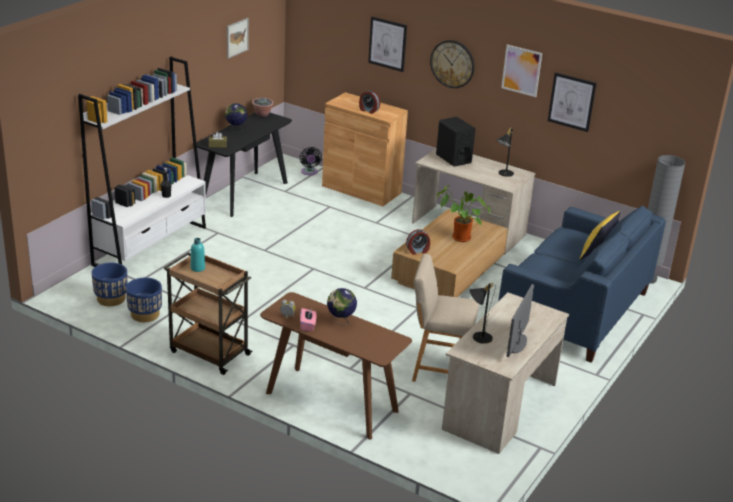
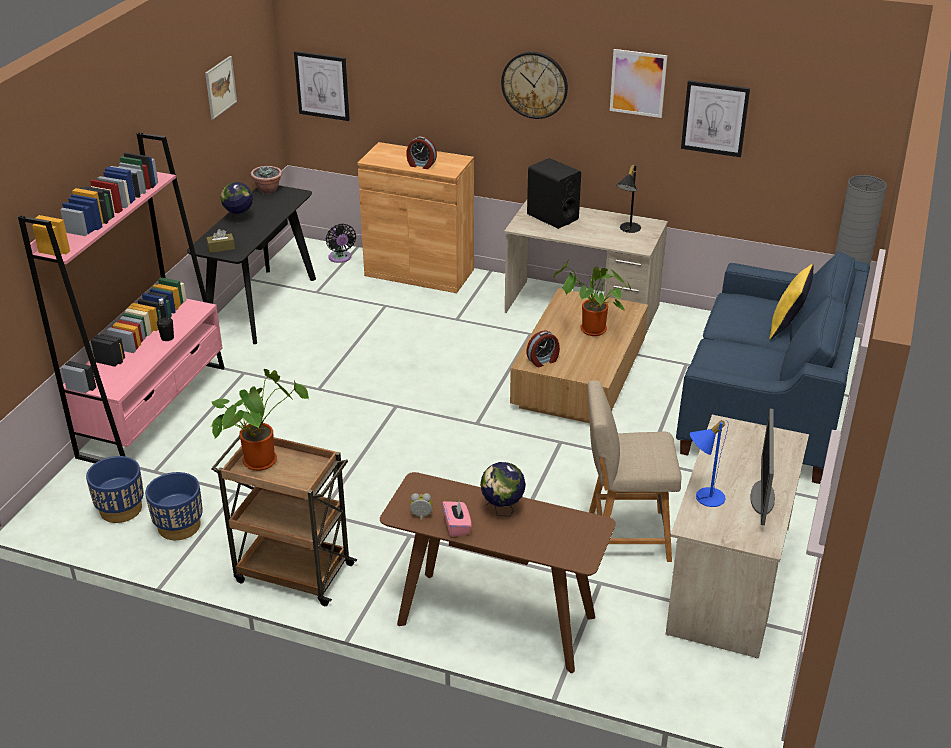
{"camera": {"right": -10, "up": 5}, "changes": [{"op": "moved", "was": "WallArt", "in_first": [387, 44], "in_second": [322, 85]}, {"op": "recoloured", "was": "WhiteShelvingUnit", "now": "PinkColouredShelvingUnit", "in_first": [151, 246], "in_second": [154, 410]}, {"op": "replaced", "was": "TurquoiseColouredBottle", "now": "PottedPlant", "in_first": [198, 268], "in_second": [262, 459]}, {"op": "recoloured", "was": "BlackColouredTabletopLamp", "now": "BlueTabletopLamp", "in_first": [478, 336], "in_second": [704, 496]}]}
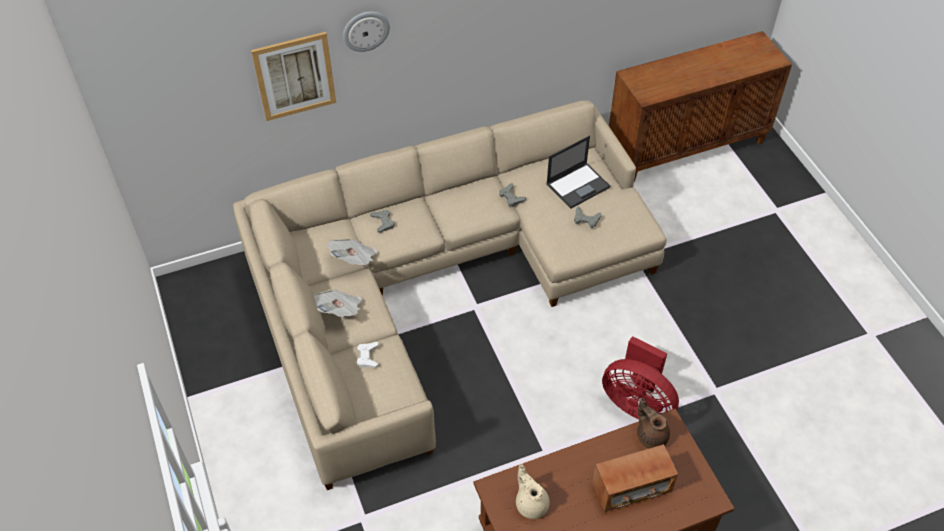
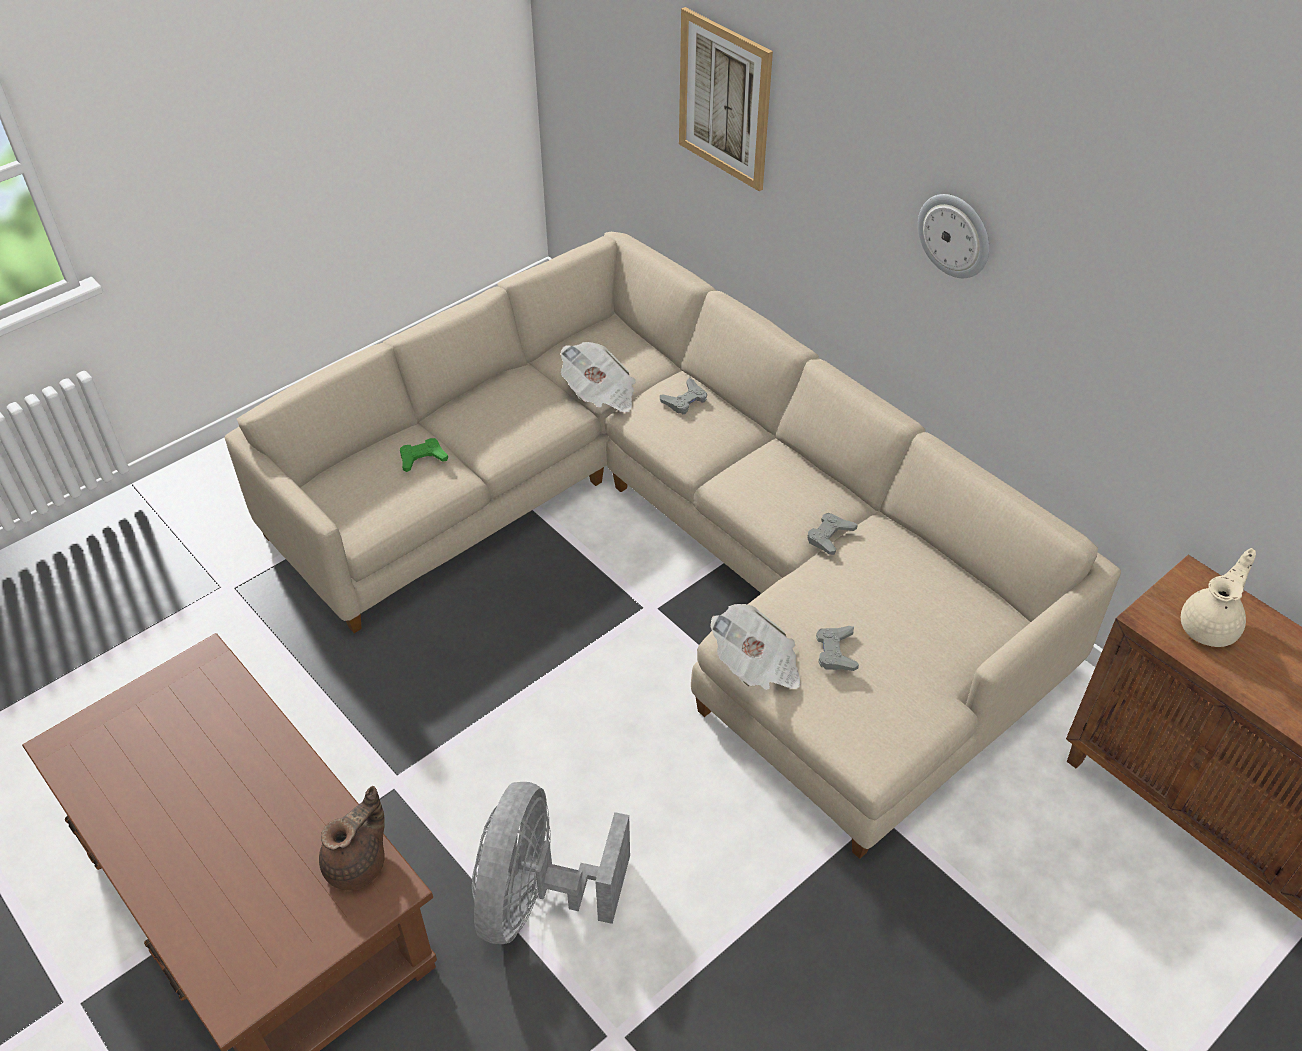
{"camera": {"right": 70, "up": -5}, "changes": [{"op": "moved", "was": "ClockOnTheWall", "in_first": [366, 30], "in_second": [955, 235]}, {"op": "removed", "was": "Laptop", "in_first": [578, 185]}, {"op": "moved", "was": "DailyPaper", "in_first": [340, 310], "in_second": [756, 665]}, {"op": "recoloured", "was": "ReddishElectricFan", "now": "GreyishElectricFan", "in_first": [637, 403], "in_second": [539, 898]}, {"op": "recoloured", "was": "WhiteGameController", "now": "GreenGameController", "in_first": [368, 357], "in_second": [422, 458]}, {"op": "removed", "was": "RadioSet", "in_first": [631, 488]}, {"op": "moved", "was": "SandColouredTeapot", "in_first": [531, 503], "in_second": [1210, 626]}]}
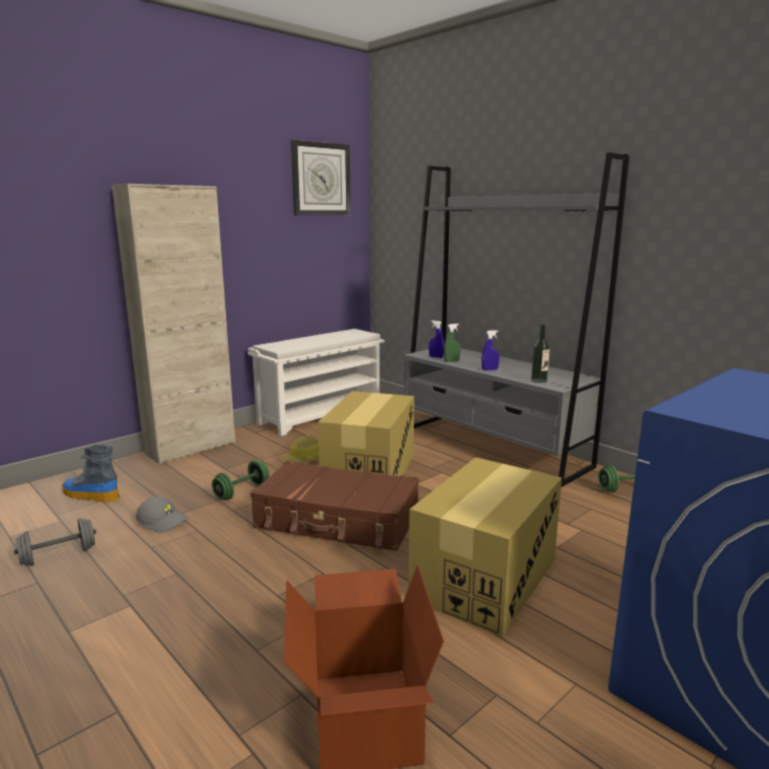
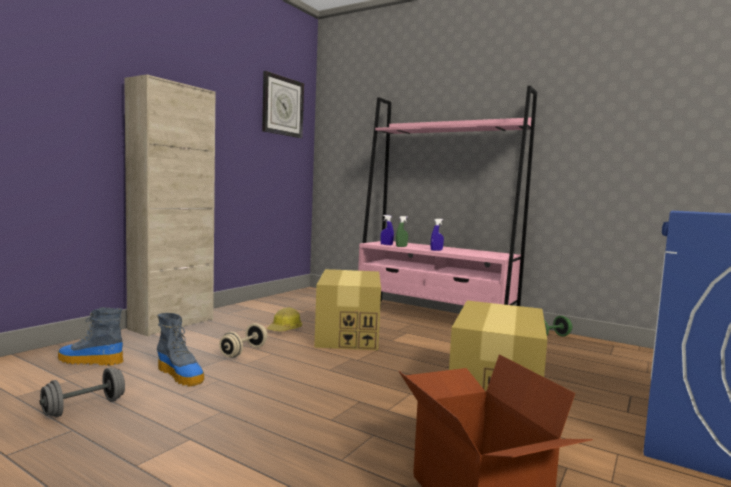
{"camera": {"right": -15, "up": -10}, "changes": [{"op": "recoloured", "was": "GreyishShelvingUnit", "now": "PinkColouredShelvingUnit", "in_first": [492, 447], "in_second": [434, 317]}, {"op": "removed", "was": "Bottle", "in_first": [539, 381]}, {"op": "removed", "was": "WhiteShoeRack", "in_first": [321, 415]}, {"op": "recoloured", "was": "GreenFreeWeight", "now": "SandColouredFreeWeight", "in_first": [241, 492], "in_second": [244, 352]}, {"op": "removed", "was": "BrownishTravelCase", "in_first": [337, 521]}, {"op": "replaced", "was": "GreyishPeakedCap", "now": "HighTopBoot", "in_first": [163, 521], "in_second": [181, 375]}]}
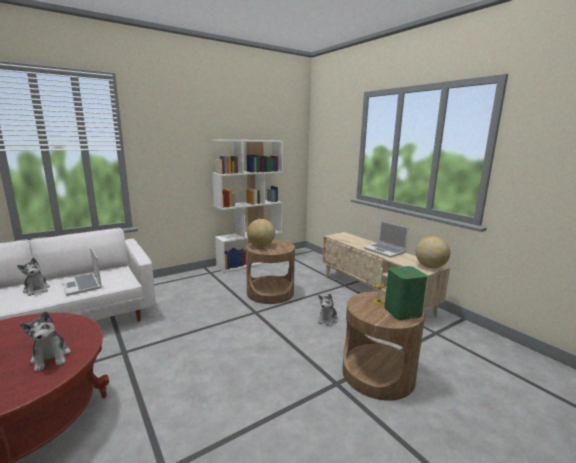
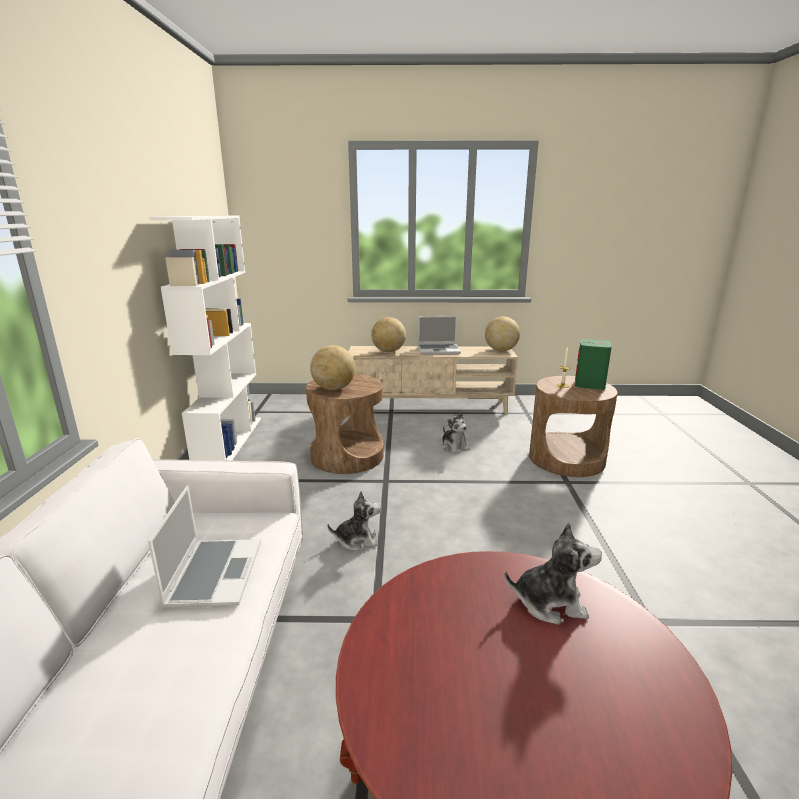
{"camera": {"right": -55, "up": 5}, "changes": [{"op": "turned", "was": "Laptop", "in_first": [83, 285], "in_second": [214, 573], "clockwise": -90}, {"op": "moved", "was": "PlushToy", "in_first": [37, 289], "in_second": [357, 540]}, {"op": "added", "now": "DeskGlobe", "in_second": [388, 351]}]}
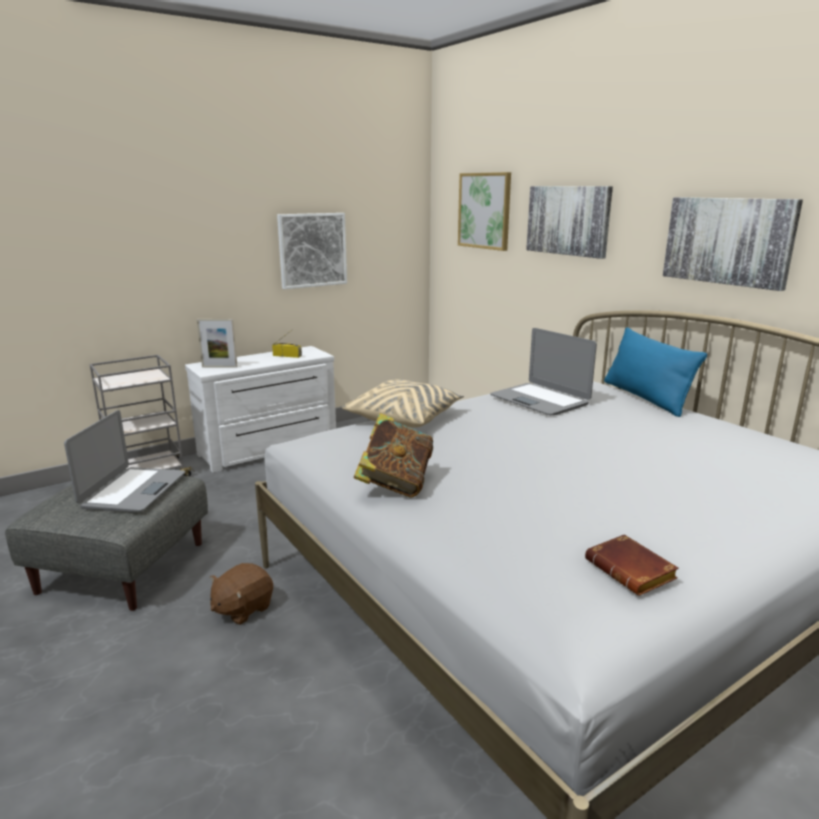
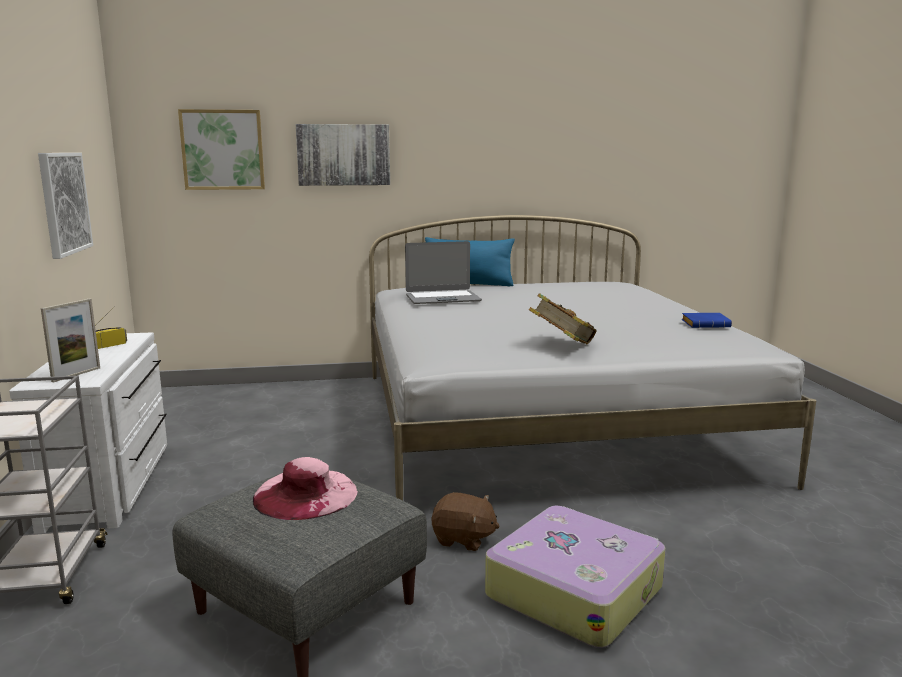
{"camera": {"right": -65, "up": -5}, "changes": [{"op": "removed", "was": "WallArt", "in_first": [728, 241]}, {"op": "removed", "was": "SandColouredThrowPillow", "in_first": [404, 418]}, {"op": "replaced", "was": "Laptop", "now": "PinkColouredHat", "in_first": [133, 490], "in_second": [305, 494]}, {"op": "recoloured", "was": "BrownishBoundBook", "now": "BlueBoundBook", "in_first": [633, 571], "in_second": [706, 324]}, {"op": "turned", "was": "BrownishPlushToy", "in_first": [242, 609], "in_second": [463, 539], "clockwise": -45}, {"op": "added", "now": "TravelCase", "in_second": [574, 591]}]}
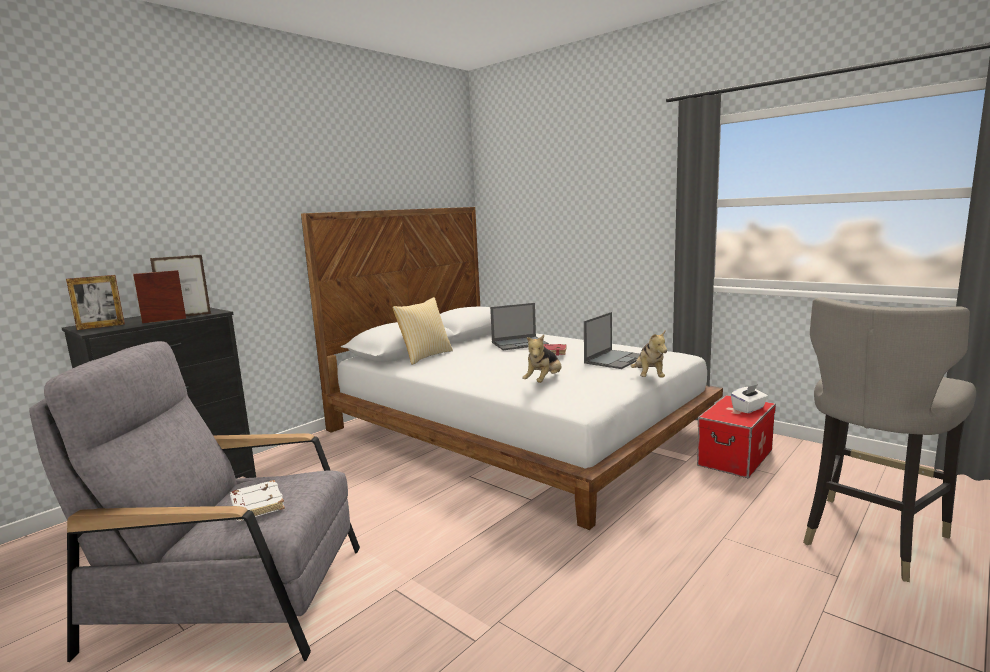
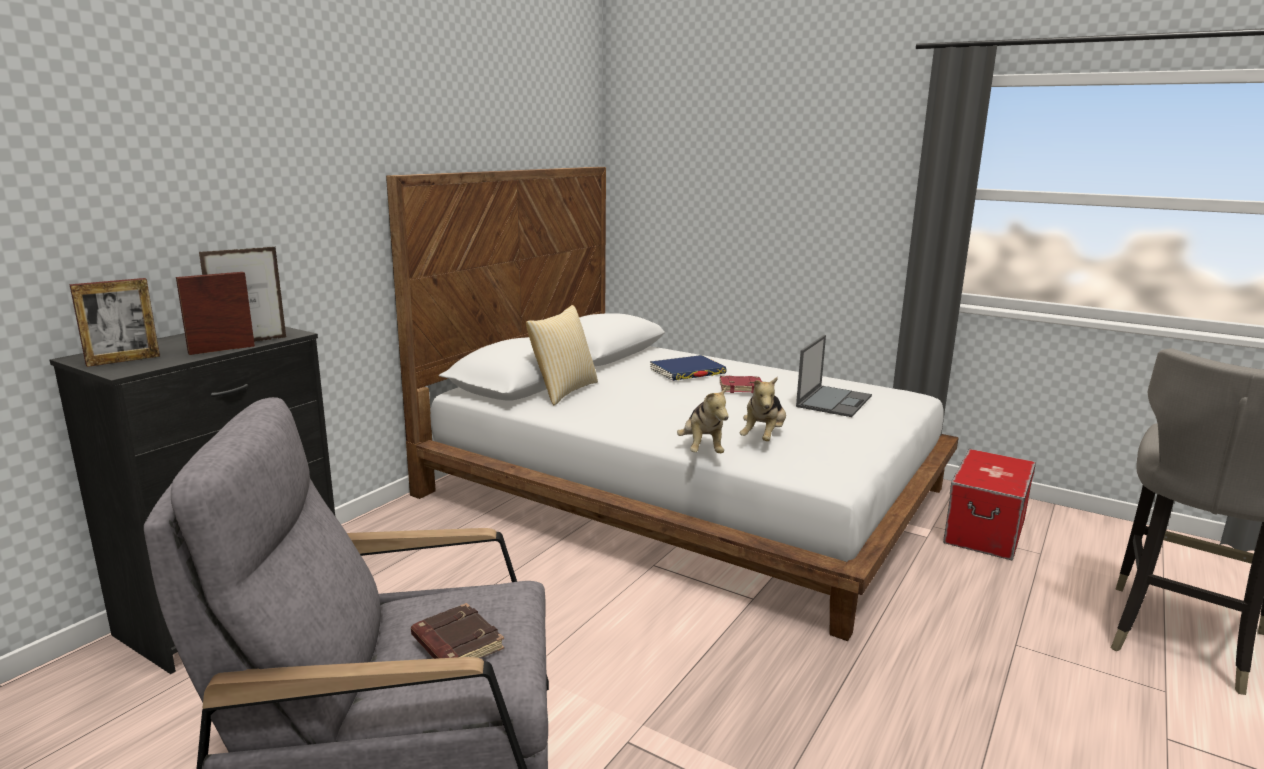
{"camera": {"right": -10, "up": 5}, "changes": [{"op": "replaced", "was": "Laptop", "now": "BlueBoundBook", "in_first": [520, 343], "in_second": [687, 372]}, {"op": "moved", "was": "PlushToy", "in_first": [648, 377], "in_second": [702, 450]}, {"op": "removed", "was": "WhiteBoxOfTissues", "in_first": [748, 409]}, {"op": "recoloured", "was": "WhiteBoundBook", "now": "BrownishBoundBook", "in_first": [256, 505], "in_second": [455, 644]}]}
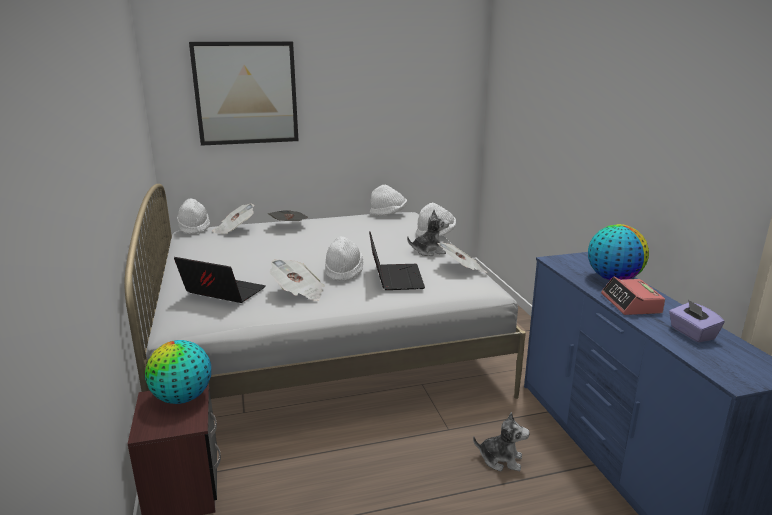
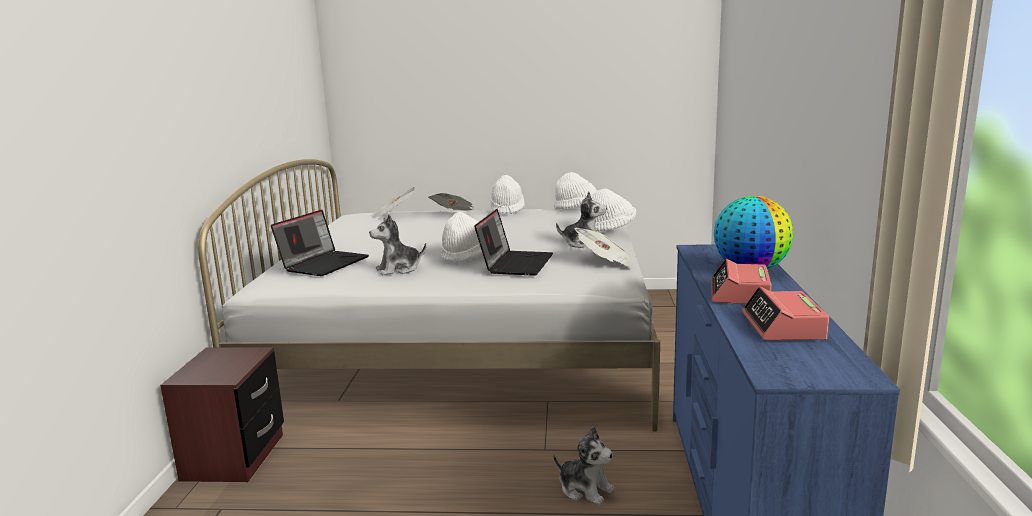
{"camera": {"right": 20, "up": -5}, "changes": [{"op": "removed", "was": "WallArt", "in_first": [246, 93]}, {"op": "moved", "was": "WhiteHat", "in_first": [194, 228], "in_second": [507, 209]}, {"op": "turned", "was": "Laptop", "in_first": [222, 293], "in_second": [324, 263], "clockwise": 75}, {"op": "replaced", "was": "DailyPaper", "now": "PlushToy", "in_first": [299, 293], "in_second": [399, 269]}, {"op": "replaced", "was": "PurpleBoxOfTissues", "now": "TableClock", "in_first": [692, 333], "in_second": [783, 327]}, {"op": "removed", "was": "DeskGlobe", "in_first": [182, 398]}]}
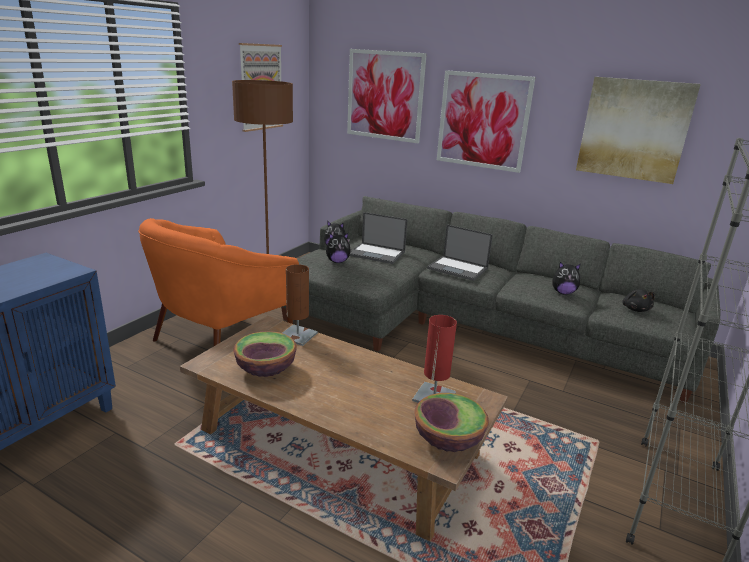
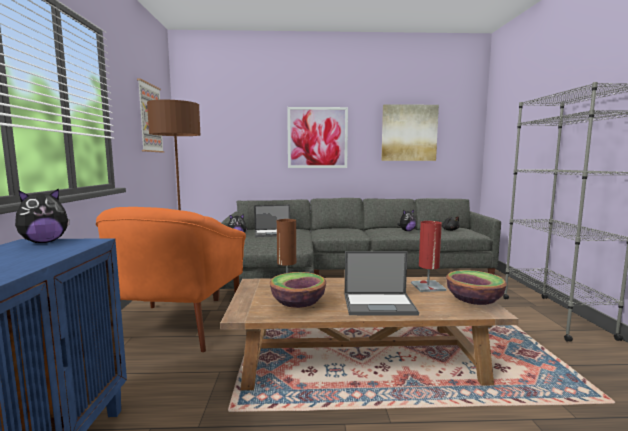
{"camera": {"right": -30, "up": -15}, "changes": [{"op": "removed", "was": "WallArt", "in_first": [385, 95]}, {"op": "moved", "was": "Laptop", "in_first": [458, 268], "in_second": [380, 304]}, {"op": "moved", "was": "PlushToy", "in_first": [337, 261], "in_second": [44, 242]}]}
